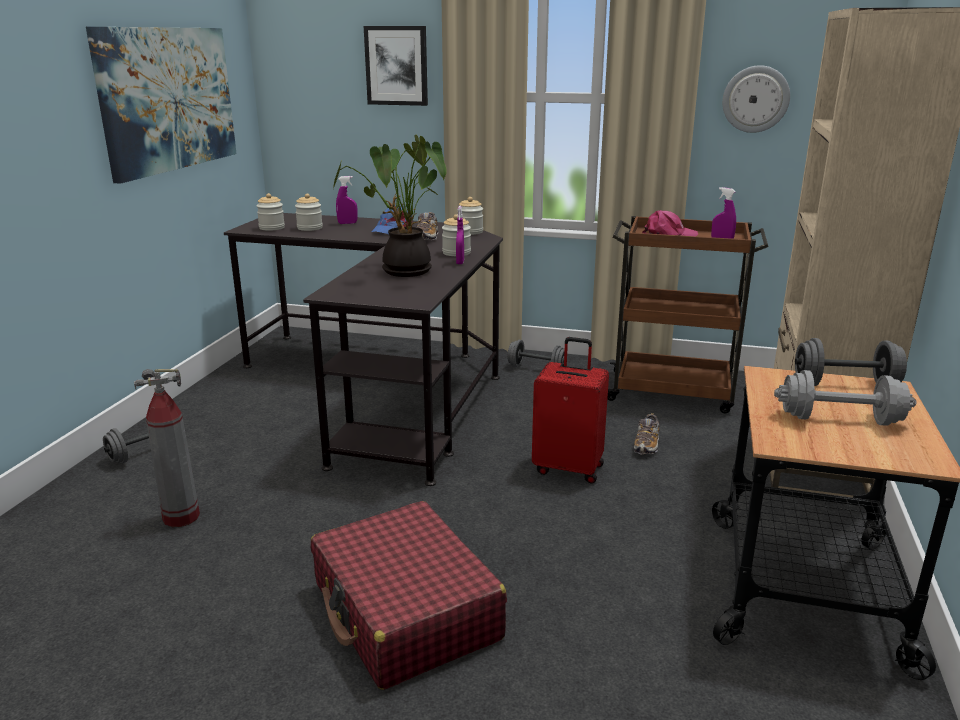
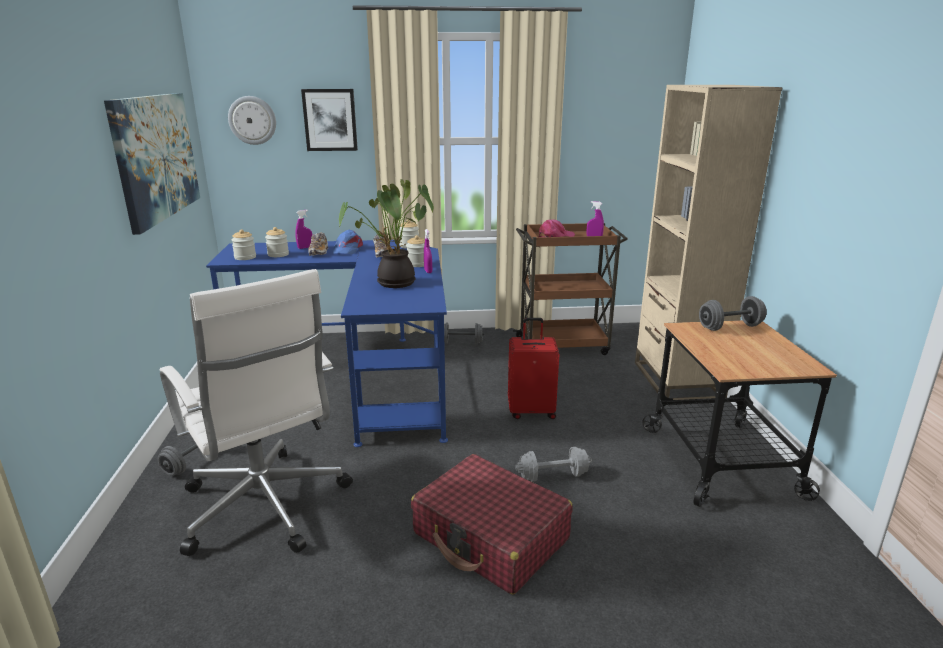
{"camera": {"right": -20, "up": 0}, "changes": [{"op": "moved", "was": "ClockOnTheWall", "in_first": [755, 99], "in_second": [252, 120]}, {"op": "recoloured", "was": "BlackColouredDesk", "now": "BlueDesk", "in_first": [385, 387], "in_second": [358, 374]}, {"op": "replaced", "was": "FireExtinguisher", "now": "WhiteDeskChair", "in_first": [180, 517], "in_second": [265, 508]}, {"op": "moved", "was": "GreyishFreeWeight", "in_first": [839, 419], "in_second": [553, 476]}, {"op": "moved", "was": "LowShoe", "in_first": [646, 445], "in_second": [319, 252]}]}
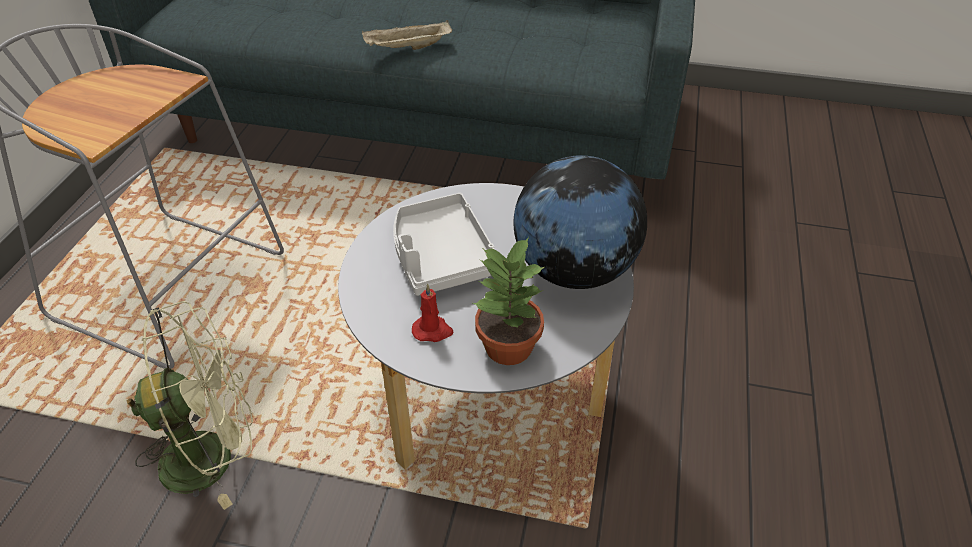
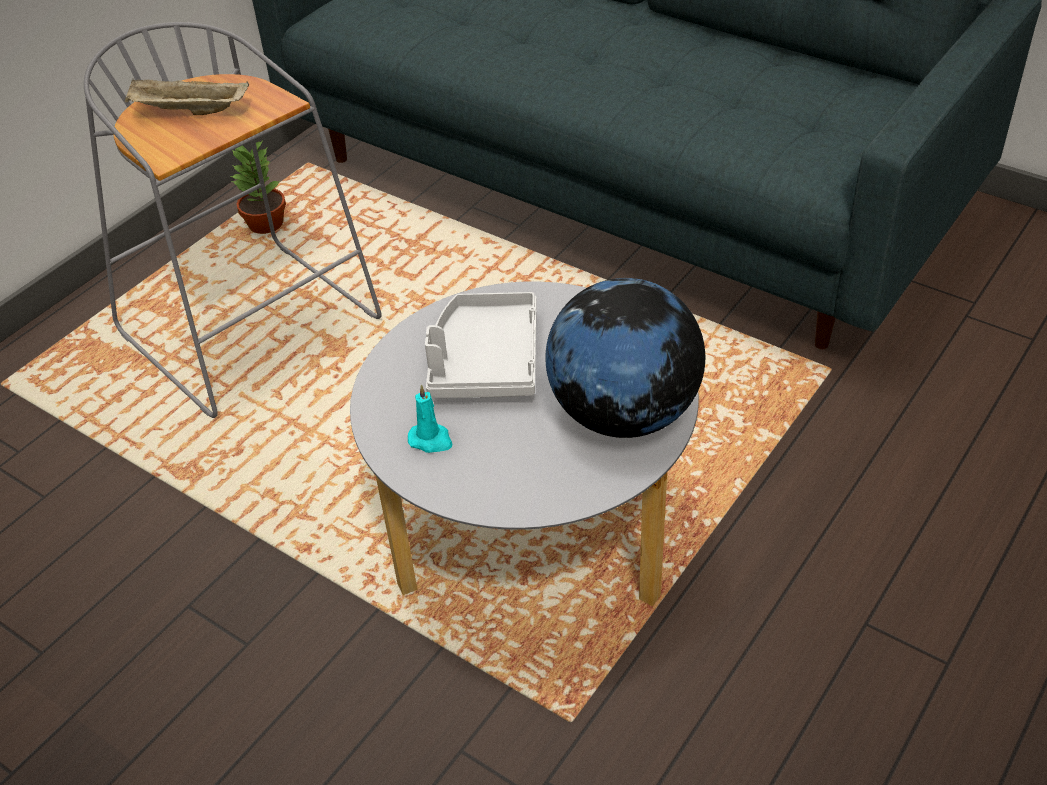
{"camera": {"right": 25, "up": 0}, "changes": [{"op": "moved", "was": "SandColouredCarryingTray", "in_first": [407, 48], "in_second": [189, 111]}, {"op": "moved", "was": "PottedPlant", "in_first": [507, 347], "in_second": [265, 225]}, {"op": "recoloured", "was": "ReddishWaxLight", "now": "TurquoiseColouredWaxLight", "in_first": [433, 331], "in_second": [431, 440]}, {"op": "removed", "was": "GreenElectricFan", "in_first": [213, 455]}]}
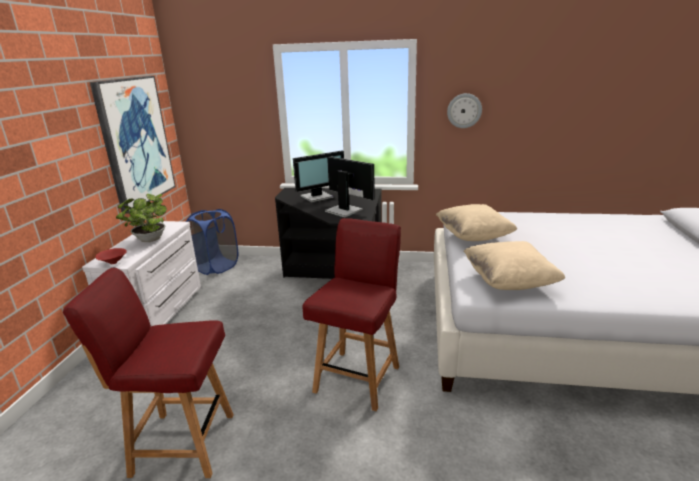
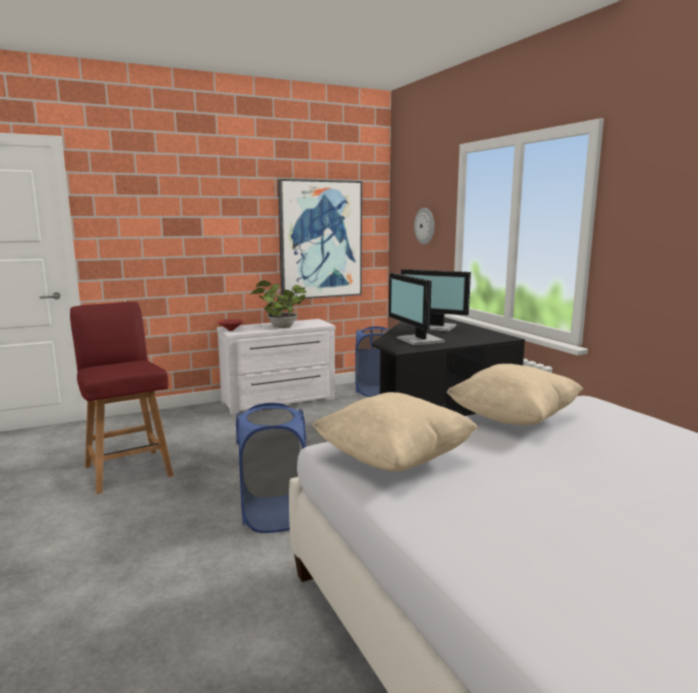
{"camera": {"right": 55, "up": -10}, "changes": [{"op": "moved", "was": "ClockOnTheWall", "in_first": [464, 110], "in_second": [425, 226]}, {"op": "turned", "was": "ComputerDisplay", "in_first": [344, 210], "in_second": [418, 340], "clockwise": 150}, {"op": "replaced", "was": "ReddishUprightChair", "now": "BlueLaundryBasket", "in_first": [358, 377], "in_second": [274, 514]}]}
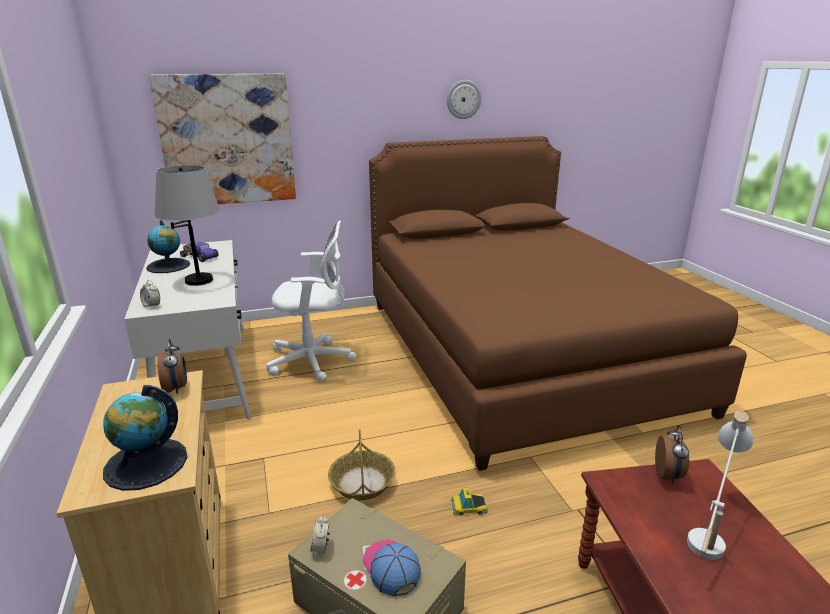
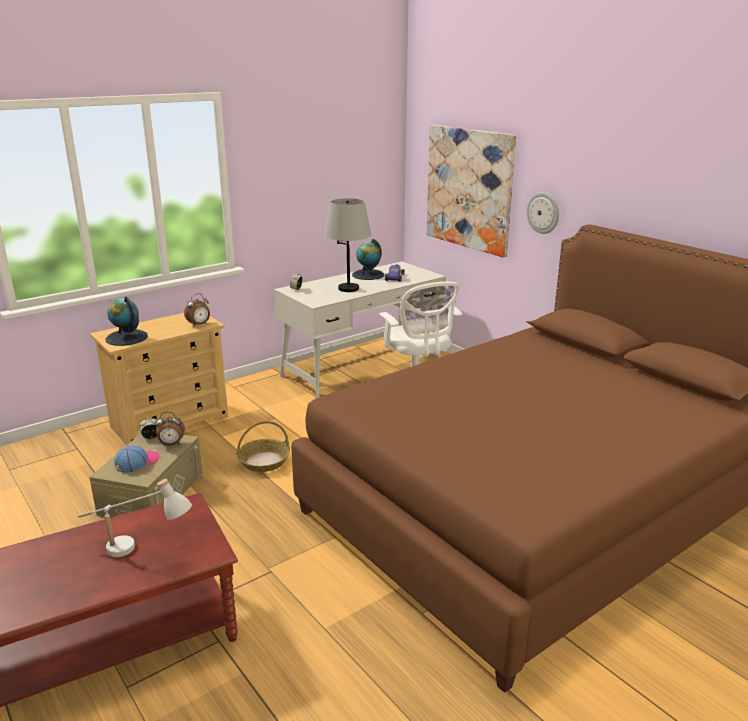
{"camera": {"right": 70, "up": 0}, "changes": [{"op": "moved", "was": "ClockOnTheWall", "in_first": [463, 99], "in_second": [543, 212]}, {"op": "moved", "was": "TableClock", "in_first": [668, 475], "in_second": [171, 444]}, {"op": "removed", "was": "ModelCar", "in_first": [469, 506]}]}
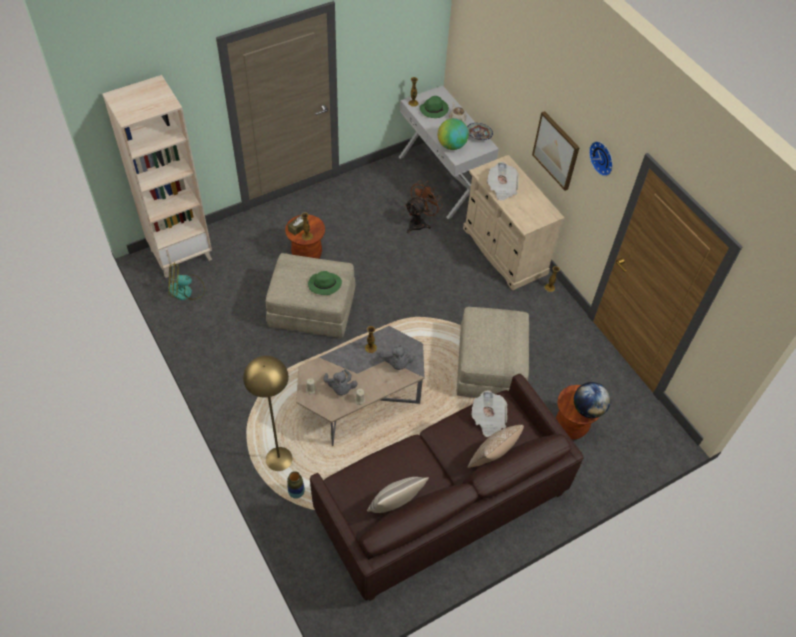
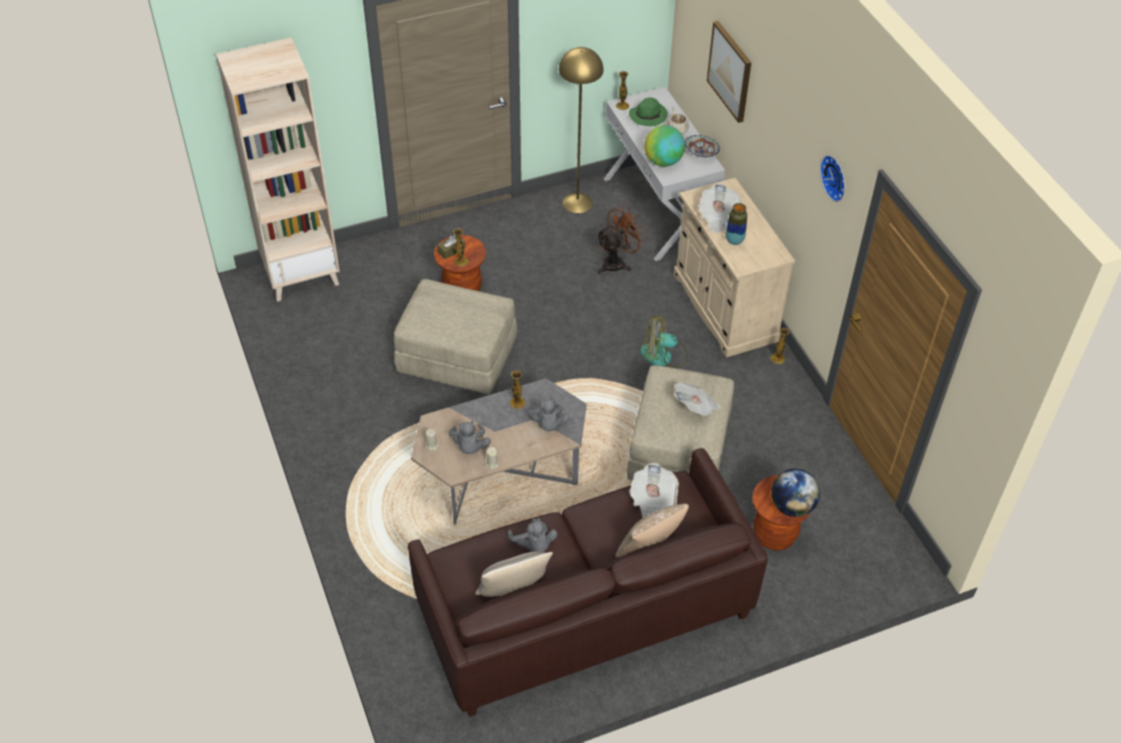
{"camera": {"right": 10, "up": -5}, "changes": [{"op": "moved", "was": "WallArt", "in_first": [556, 150], "in_second": [730, 71]}, {"op": "moved", "was": "ElectricFan", "in_first": [186, 291], "in_second": [663, 356]}, {"op": "removed", "was": "GreenHat", "in_first": [324, 285]}, {"op": "moved", "was": "YellowishStandardLamp", "in_first": [279, 459], "in_second": [577, 203]}, {"op": "moved", "was": "FlowerVase", "in_first": [296, 493], "in_second": [734, 240]}, {"op": "added", "now": "DailyPaper", "in_second": [696, 407]}, {"op": "added", "now": "GreyishPlushToy", "in_second": [534, 545]}]}
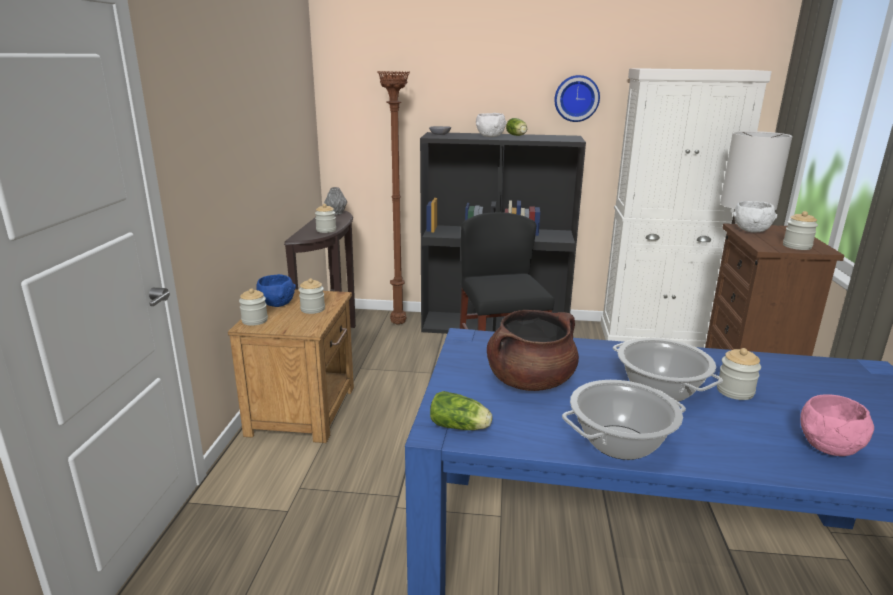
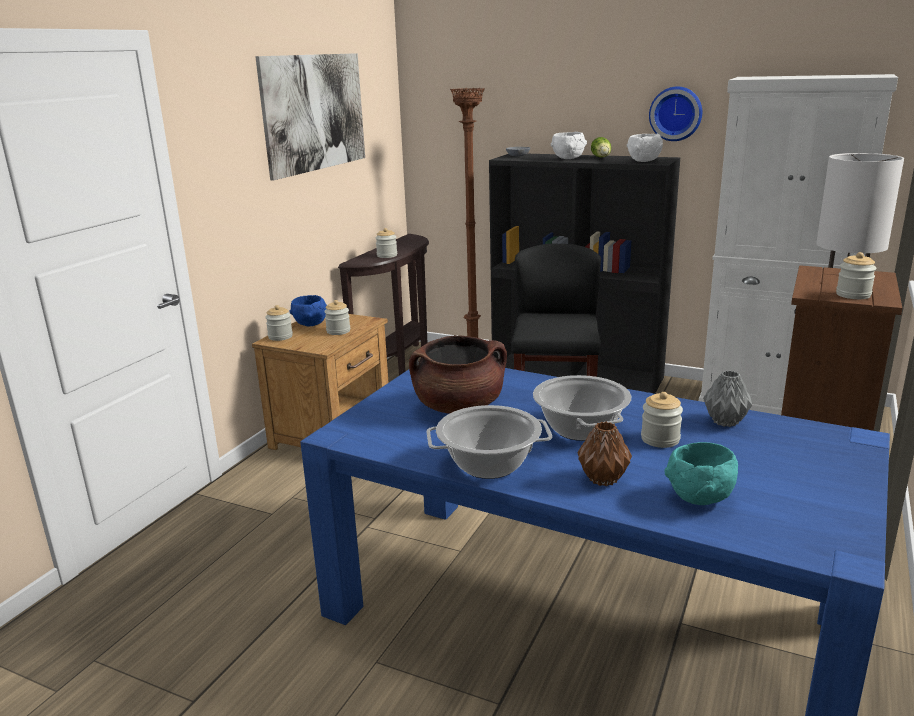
{"camera": {"right": 20, "up": 0}, "changes": [{"op": "moved", "was": "GreyishFlowerVase", "in_first": [336, 213], "in_second": [726, 421]}, {"op": "moved", "was": "WhiteServingBowl", "in_first": [750, 231], "in_second": [643, 161]}, {"op": "removed", "was": "HeadOfLettuce", "in_first": [461, 427]}, {"op": "recoloured", "was": "PinkColouredServingBowl", "now": "TurquoiseColouredServingBowl", "in_first": [829, 447], "in_second": [700, 497]}, {"op": "added", "now": "WallArt", "in_second": [314, 112]}, {"op": "added", "now": "BrownishFlowerVase", "in_second": [603, 479]}]}
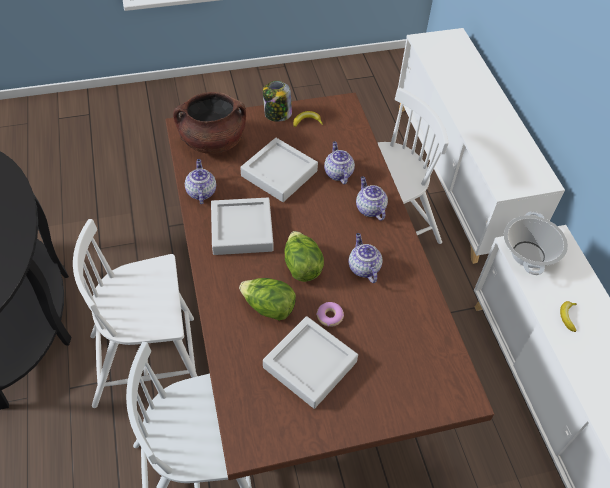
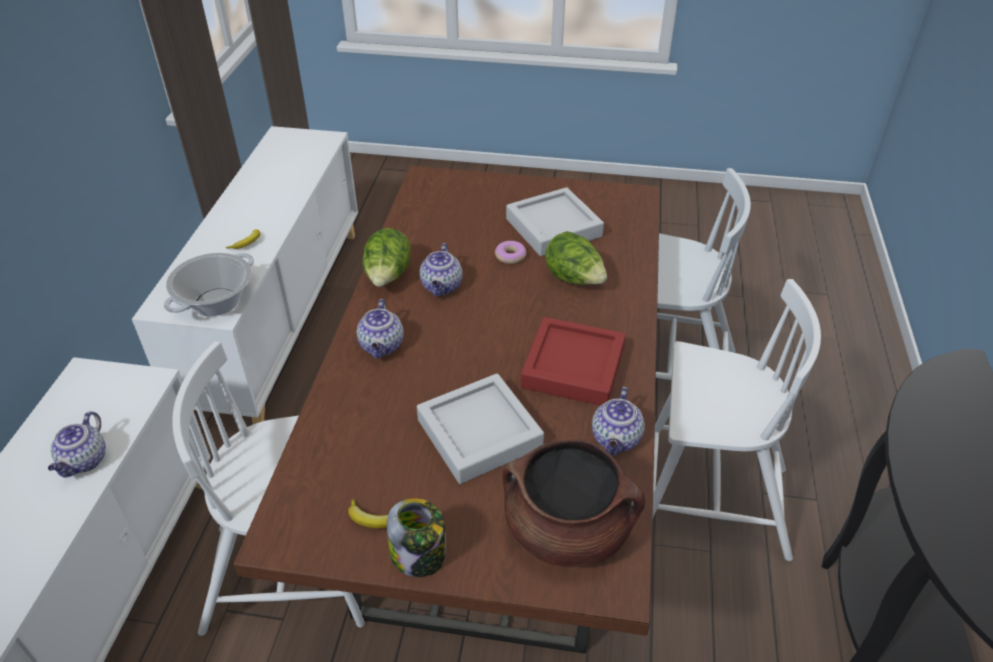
{"camera": {"right": -155, "up": -10}, "changes": [{"op": "moved", "was": "Teapot", "in_first": [338, 173], "in_second": [84, 461]}, {"op": "recoloured", "was": "GreyishCarryingTray", "now": "ReddishCarryingTray", "in_first": [242, 230], "in_second": [573, 367]}, {"op": "moved", "was": "HeadOfLettuce", "in_first": [301, 266], "in_second": [388, 277]}]}
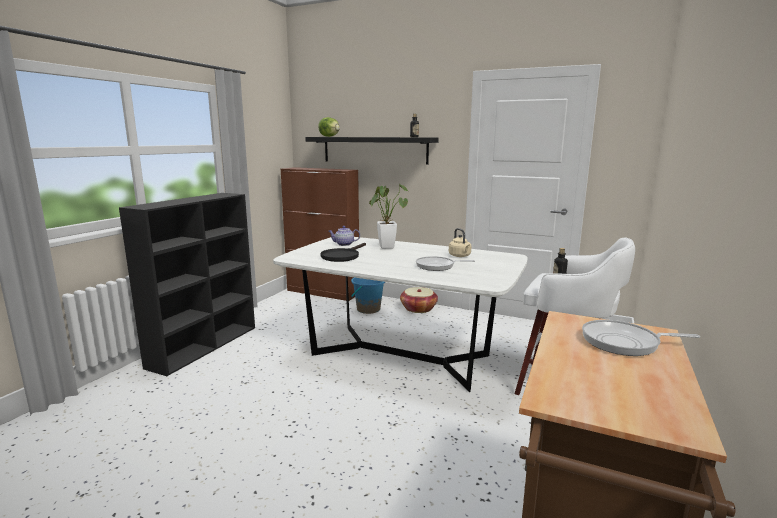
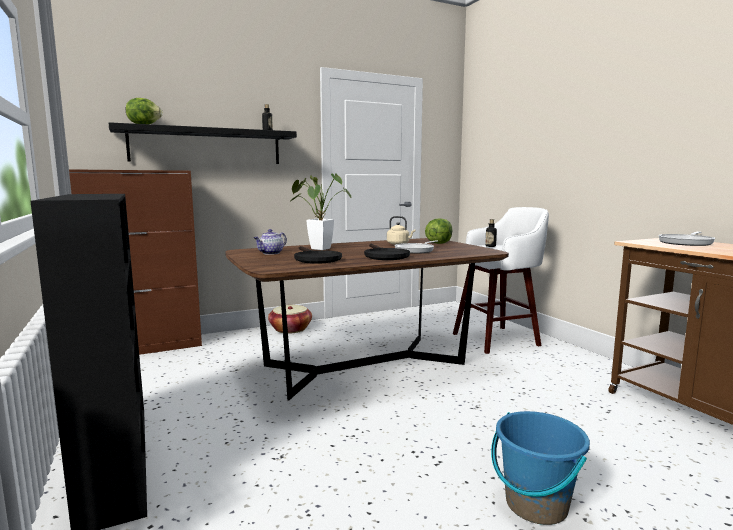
{"camera": {"right": -50, "up": -5}, "changes": [{"op": "recoloured", "was": "WhiteDiningTable", "now": "BrownishDiningTable", "in_first": [400, 356], "in_second": [365, 365]}, {"op": "moved", "was": "BluePail", "in_first": [368, 309], "in_second": [535, 505]}, {"op": "added", "now": "HeadOfLettuce", "in_second": [438, 243]}, {"op": "added", "now": "BlackColouredPan", "in_second": [384, 256]}]}
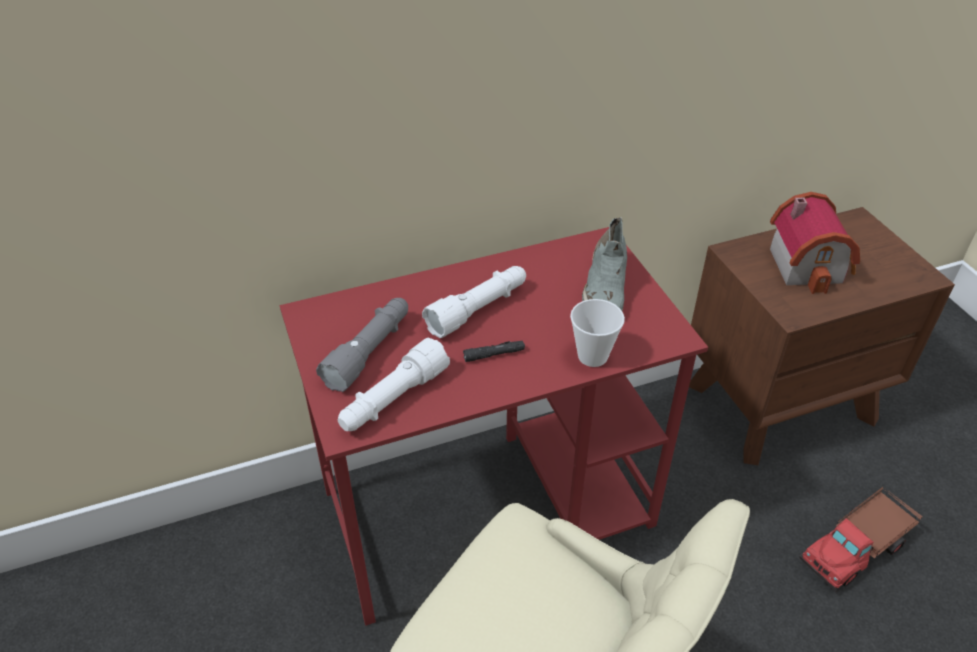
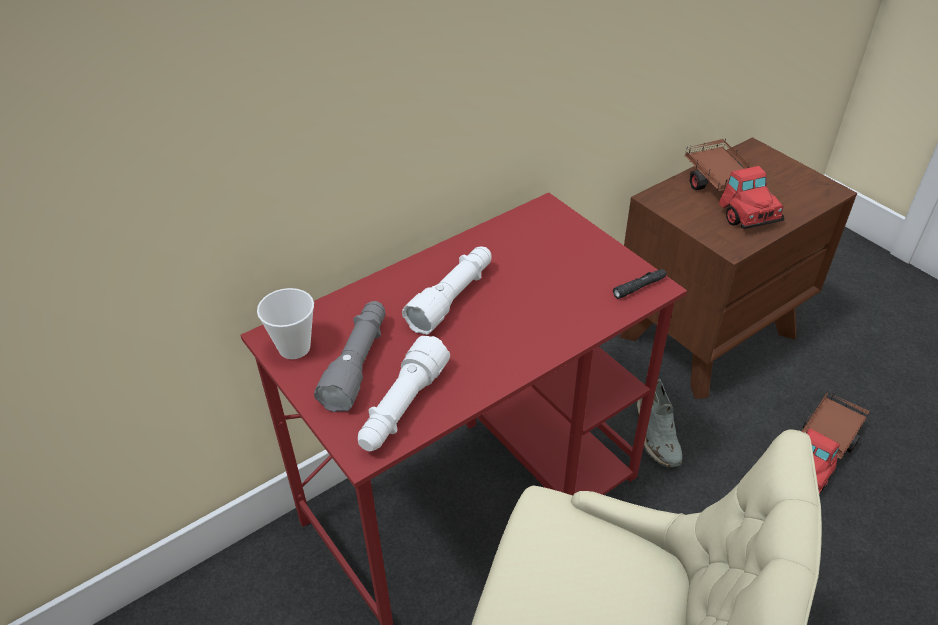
{"camera": {"right": -15, "up": 0}, "changes": [{"op": "replaced", "was": "ToyHouse", "now": "ToyTruck", "in_first": [810, 264], "in_second": [728, 197]}, {"op": "moved", "was": "GreyishLowShoe", "in_first": [605, 286], "in_second": [656, 434]}, {"op": "moved", "was": "DrinkingCup", "in_first": [592, 356], "in_second": [294, 348]}, {"op": "moved", "was": "BlackColouredFlashlight", "in_first": [494, 354], "in_second": [639, 287]}]}
